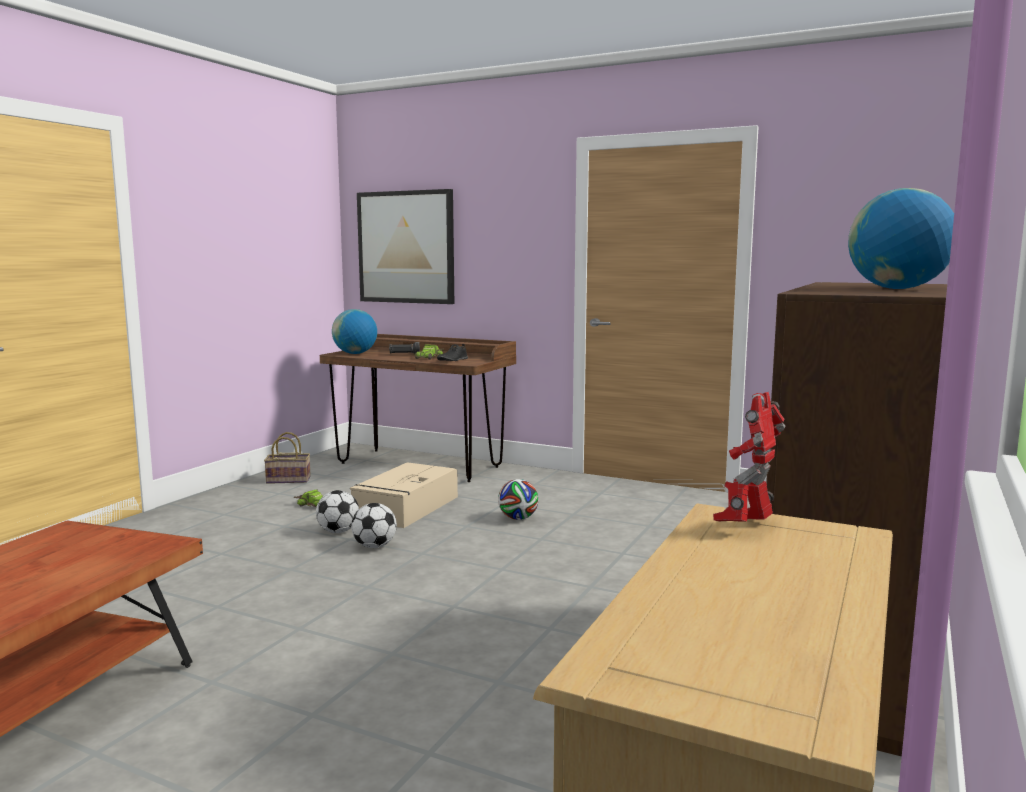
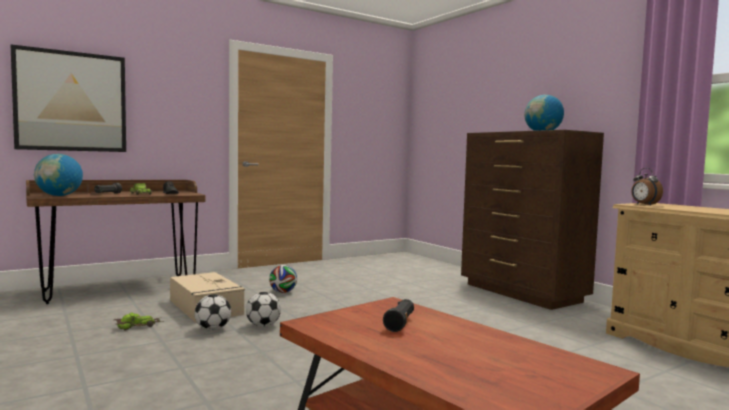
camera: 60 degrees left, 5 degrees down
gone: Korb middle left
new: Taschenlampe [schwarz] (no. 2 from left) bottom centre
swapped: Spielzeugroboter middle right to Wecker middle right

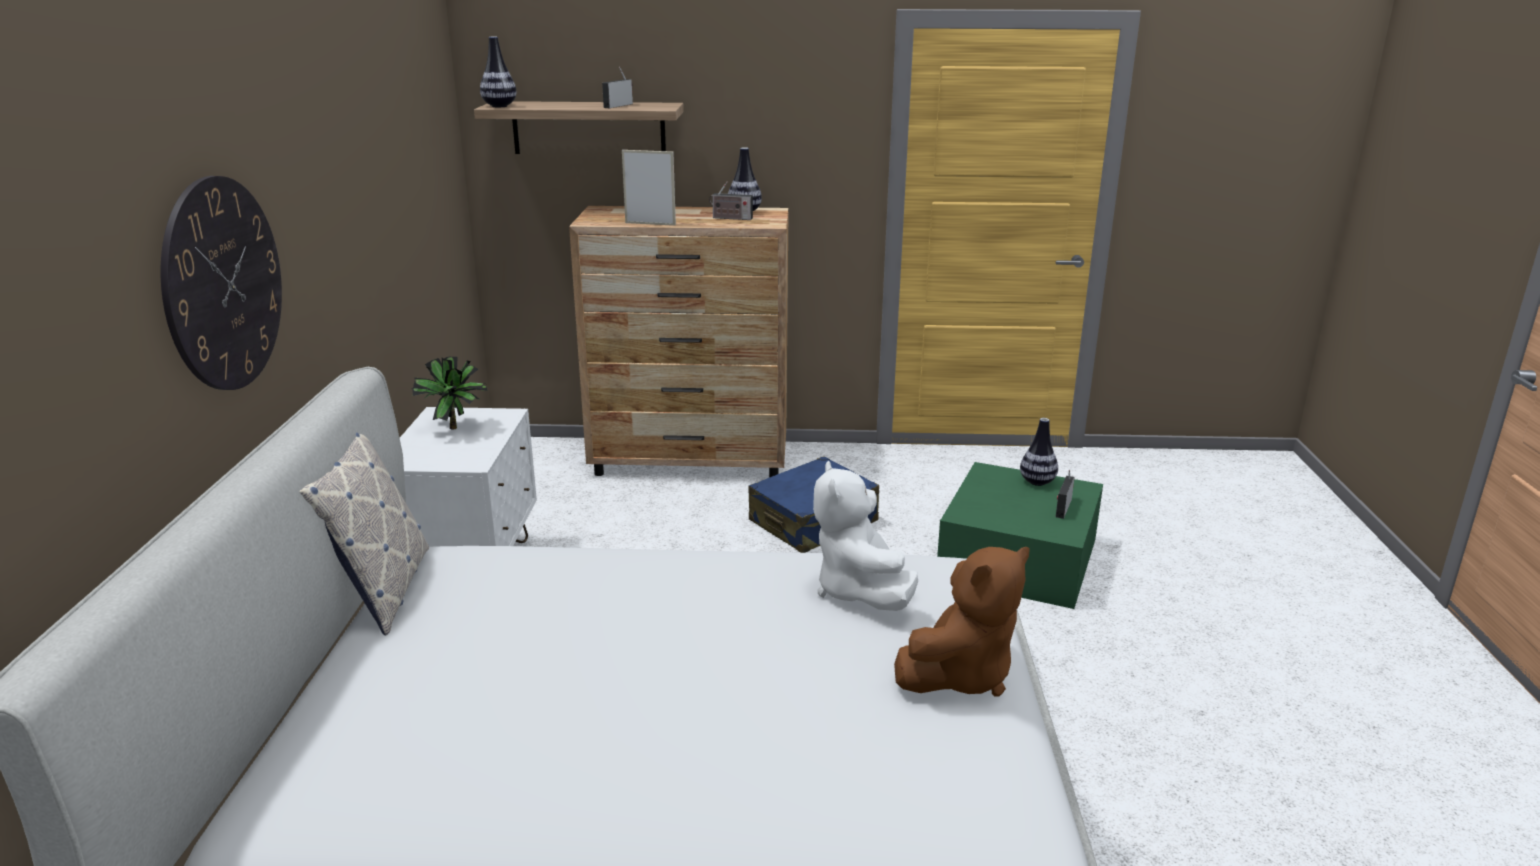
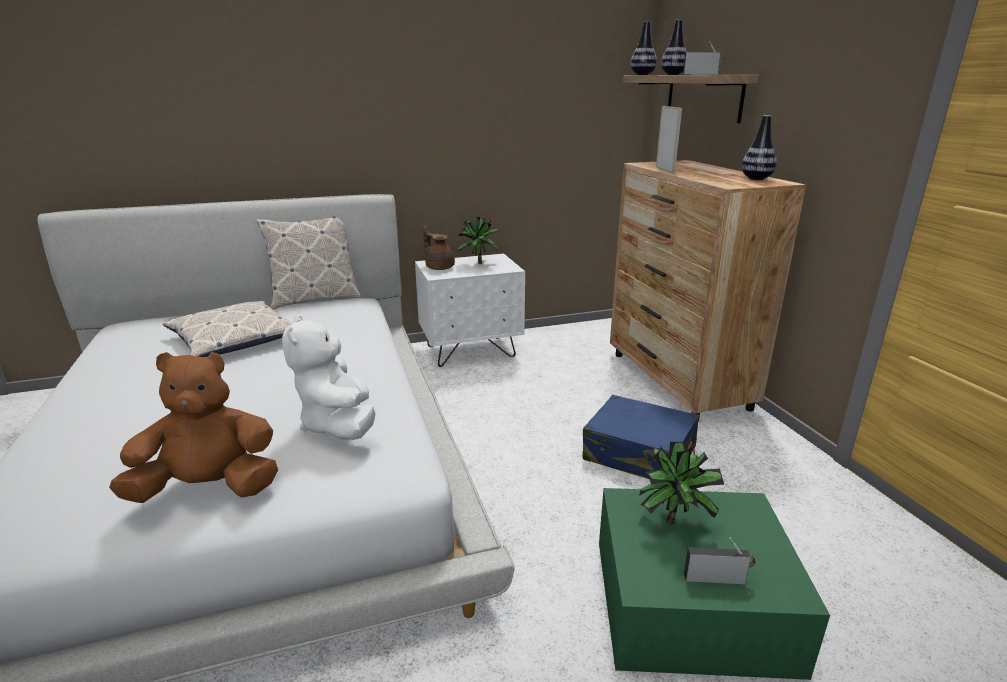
camera: 70 degrees right, 0 degrees up
gone: Wanduhr top left; Radio (no. 2 from left) top centre
new: Kissen (no. 1 from left) middle left; Teekanne [braun] centre; Topfpflanze (no. 2 from left) bottom right
shifted: Vase (no. 3 from left in the first image) middle right to Vase (no. 2 from left) top right
rotated: Plüschtier [weiß] centre = middle left 75 degrees counterclockwise; Plüschtier [braun] bottom centre = middle left 135 degrees clockwise

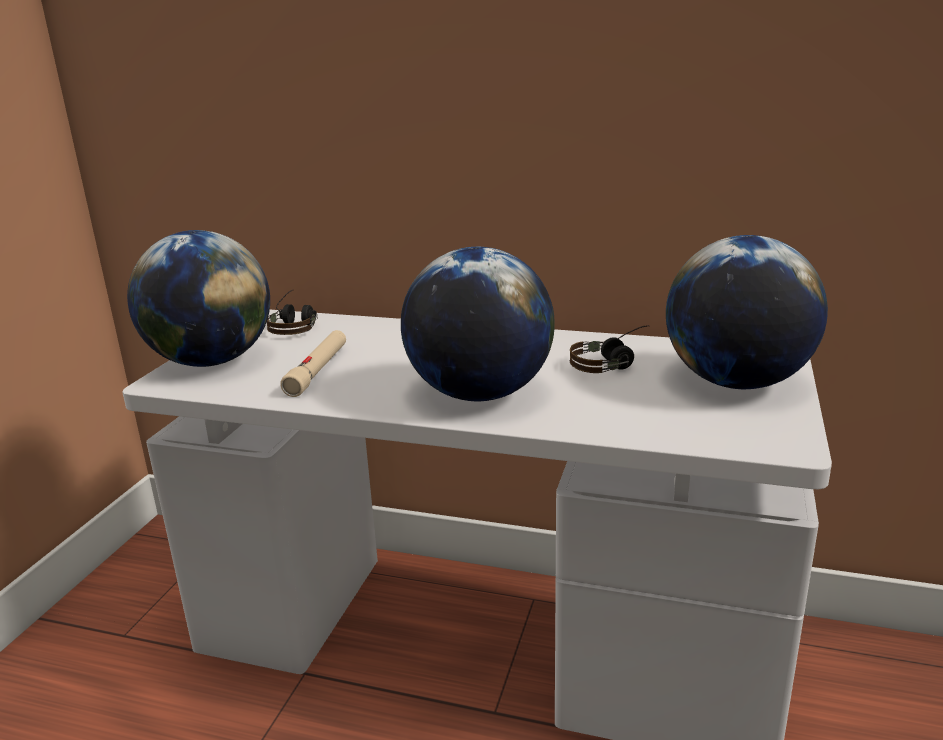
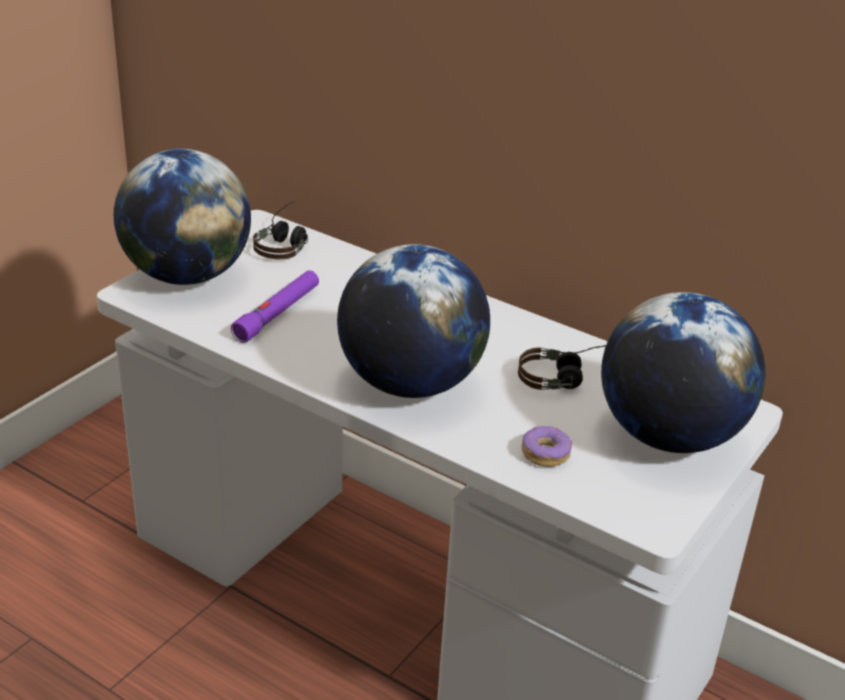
camera: 15 degrees right, 10 degrees up
new: Donut centre
repainted: Taschenlampe [beige] middle left to Taschenlampe [lila] middle left

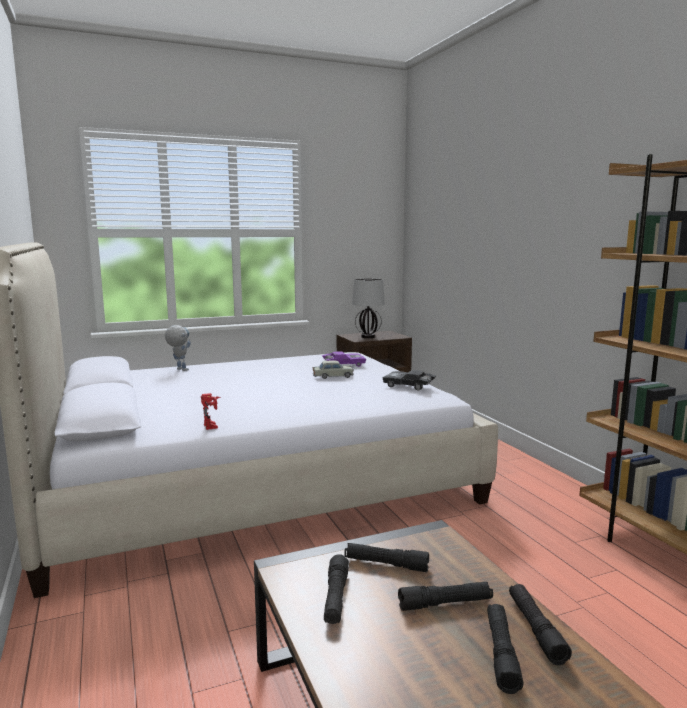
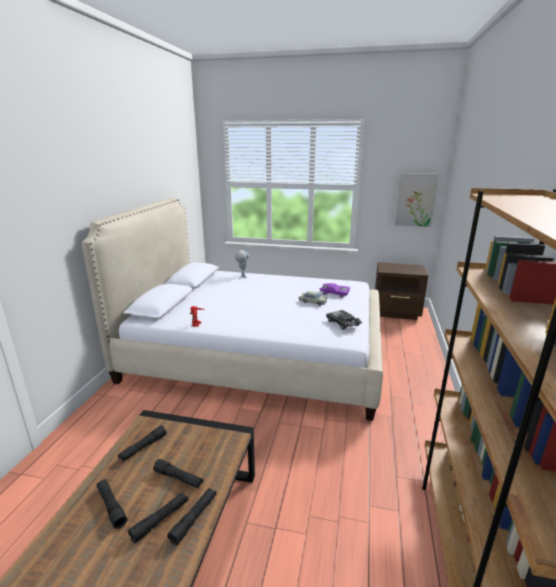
camera: 35 degrees right, 10 degrees up
gone: Tischlampe centre
new: Bild middle right
shifted: Taschenlampe [schwarz] (no. 2 from left in the first image) bottom centre to Taschenlampe [schwarz] (no. 1 from left) bottom left

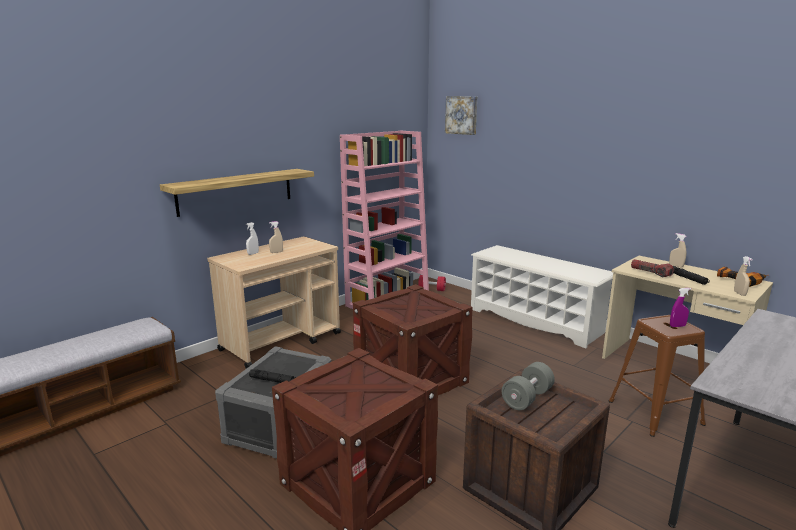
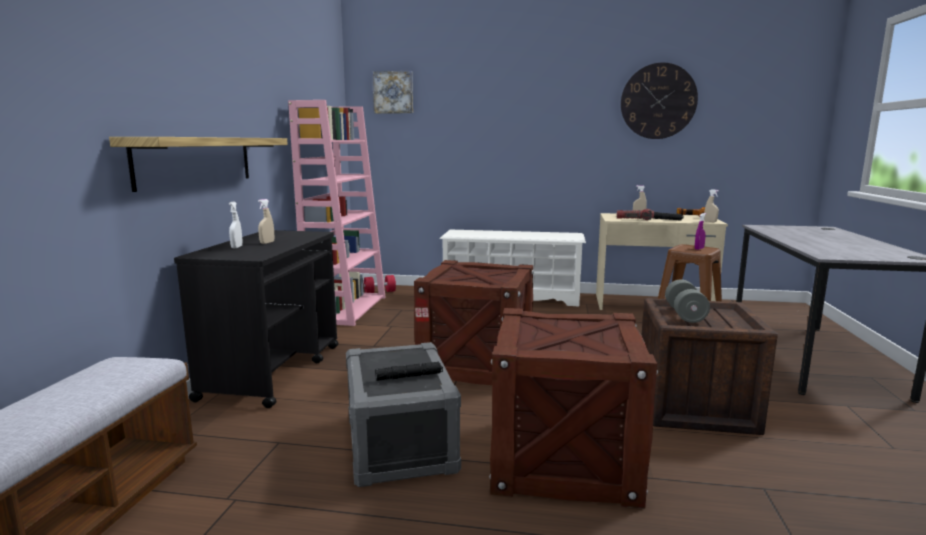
camera: 35 degrees left, 5 degrees down
new: Wanduhr top right
repainted: Rollwagen [beige] centre to Rollwagen [schwarz] middle left

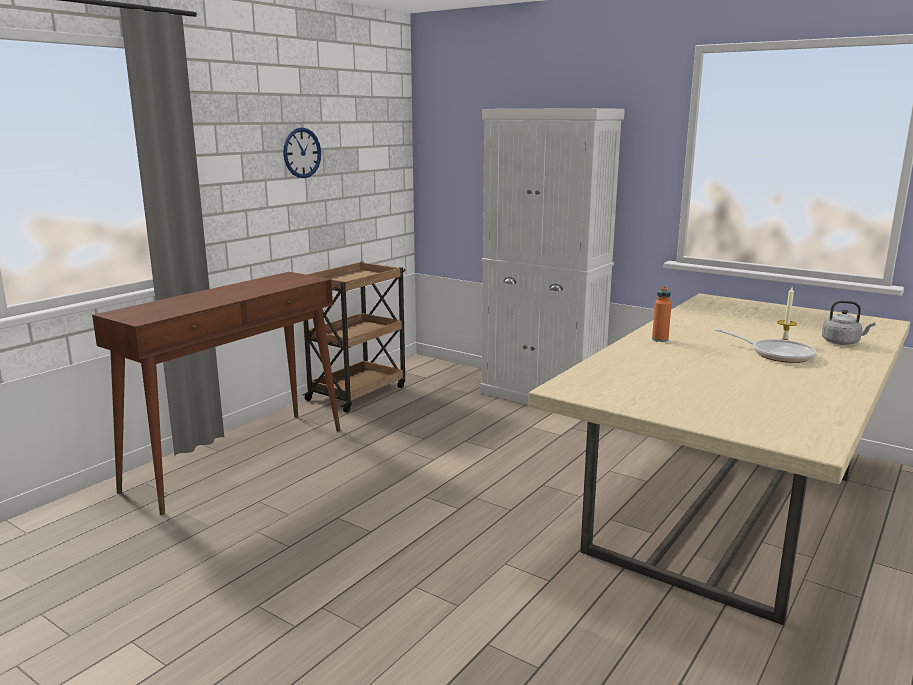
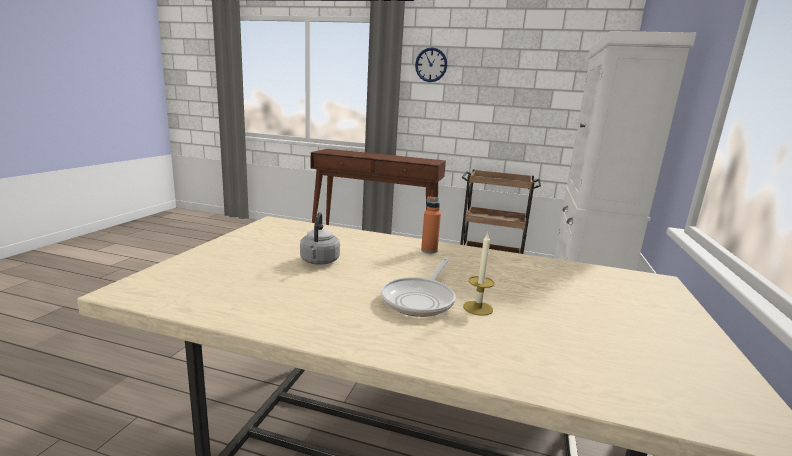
camera: 70 degrees right, 0 degrees up
shifted: Wanduhr top left to top centre; Wasserkessel [grau] middle right to centre

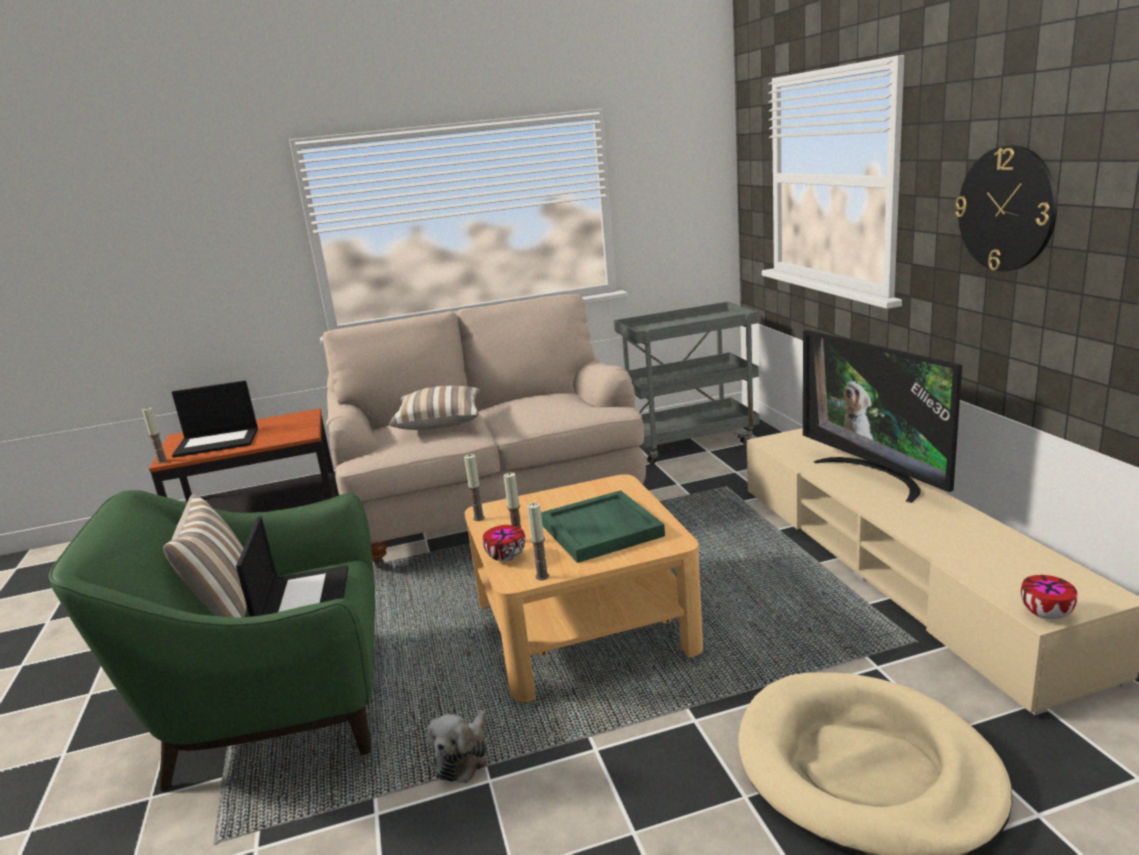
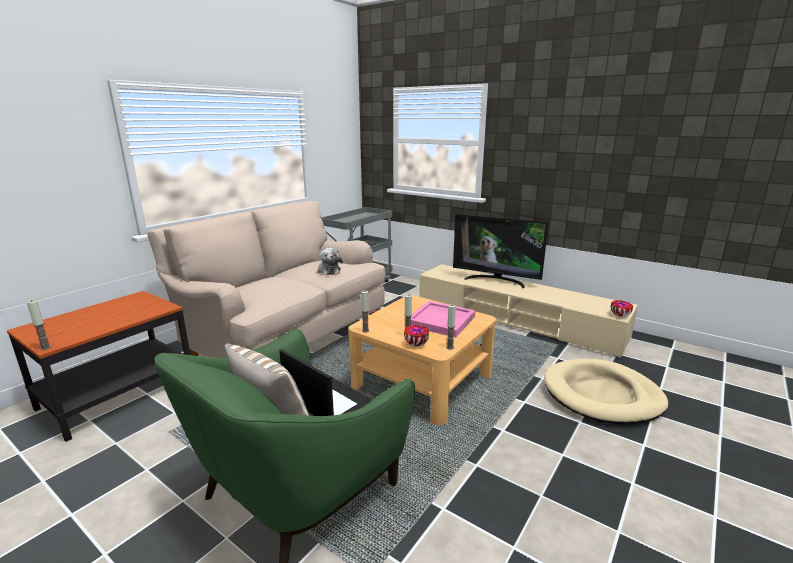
camera: 40 degrees left, 0 degrees up
gone: Laptop (no. 1 from left) middle left; Kissen (no. 2 from left) centre; Wanduhr top right
shifted: Plüschtier bottom centre to centre
repainted: Tablett [grün] centre to Tablett [rosa] centre

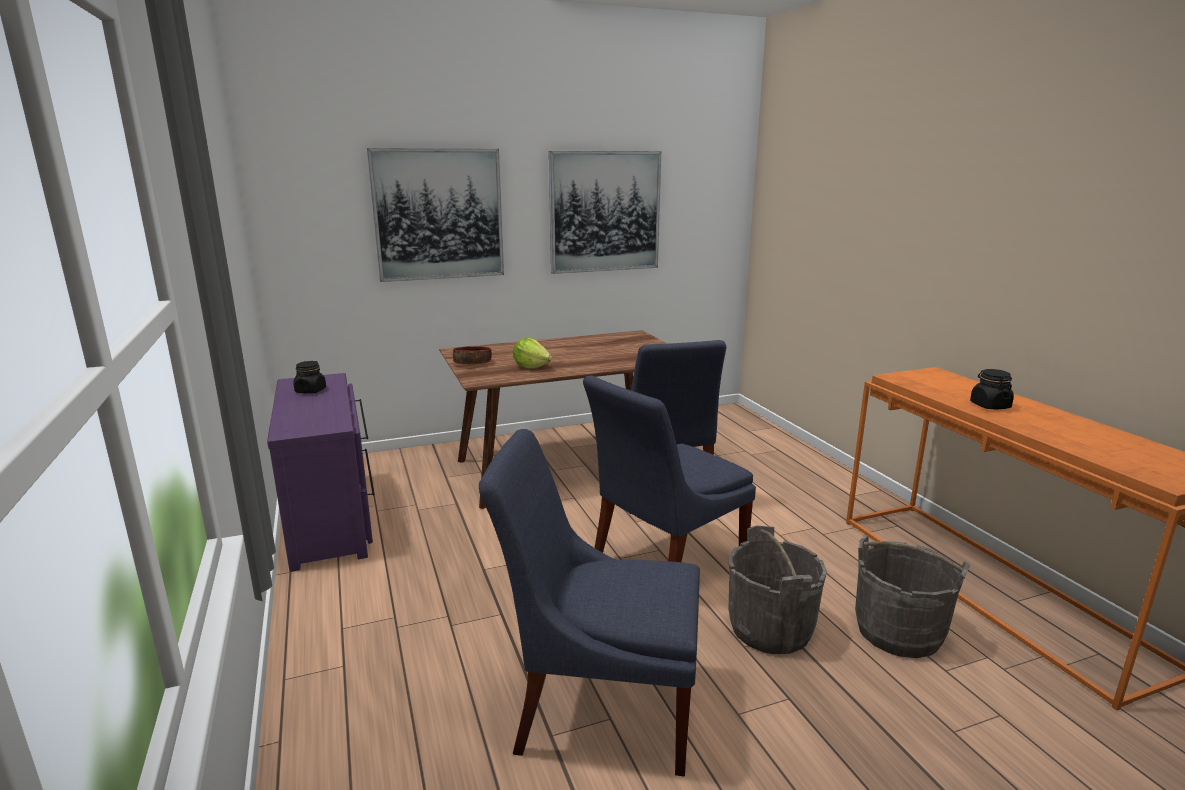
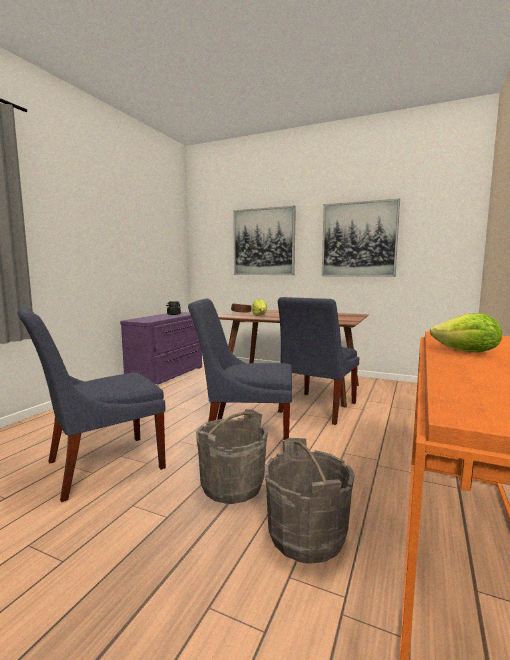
camera: 45 degrees right, 10 degrees down
swapped: Vorratsglas [schwarz] (no. 2 from left) middle right to Salatkopf (no. 2 from left) middle right
rotated: Stuhl [blau] (no. 1 from left) bottom centre = middle left 90 degrees counterclockwise

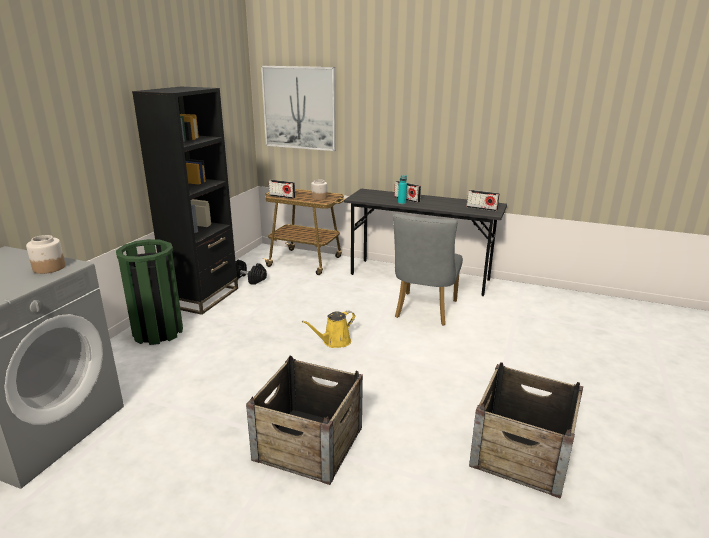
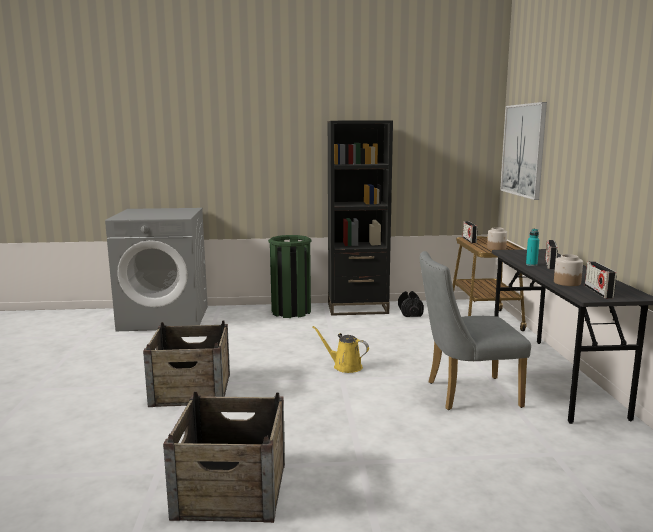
camera: 65 degrees right, 10 degrees down
shifted: Vorratsglas (no. 1 from left in the first image) middle left to Vorratsglas (no. 2 from left) middle right

